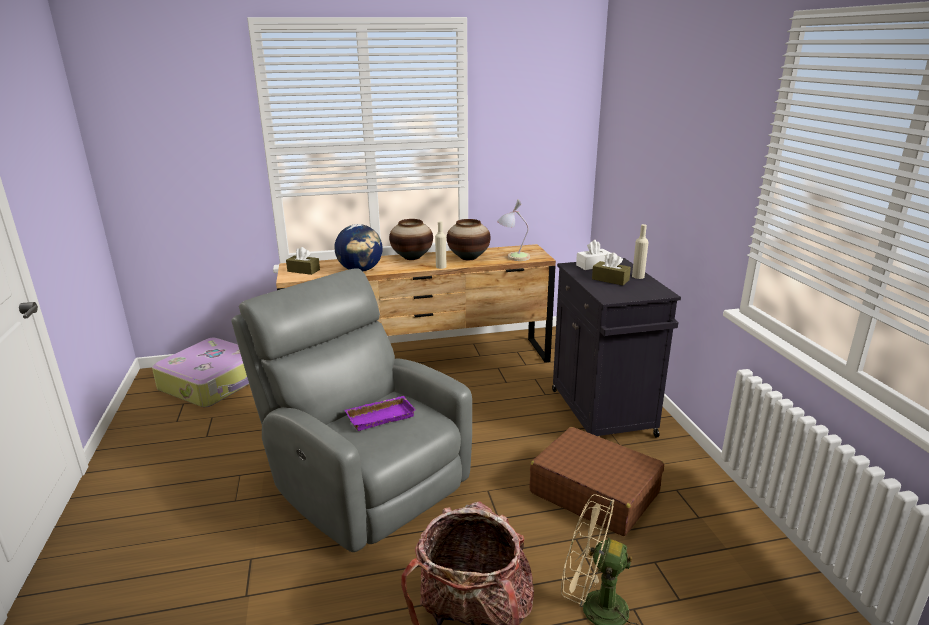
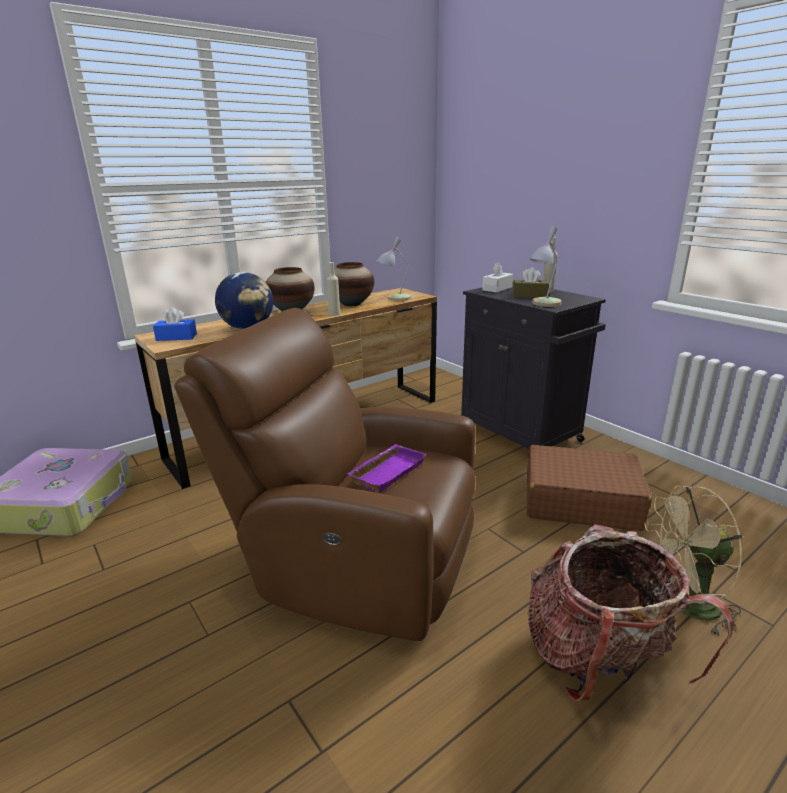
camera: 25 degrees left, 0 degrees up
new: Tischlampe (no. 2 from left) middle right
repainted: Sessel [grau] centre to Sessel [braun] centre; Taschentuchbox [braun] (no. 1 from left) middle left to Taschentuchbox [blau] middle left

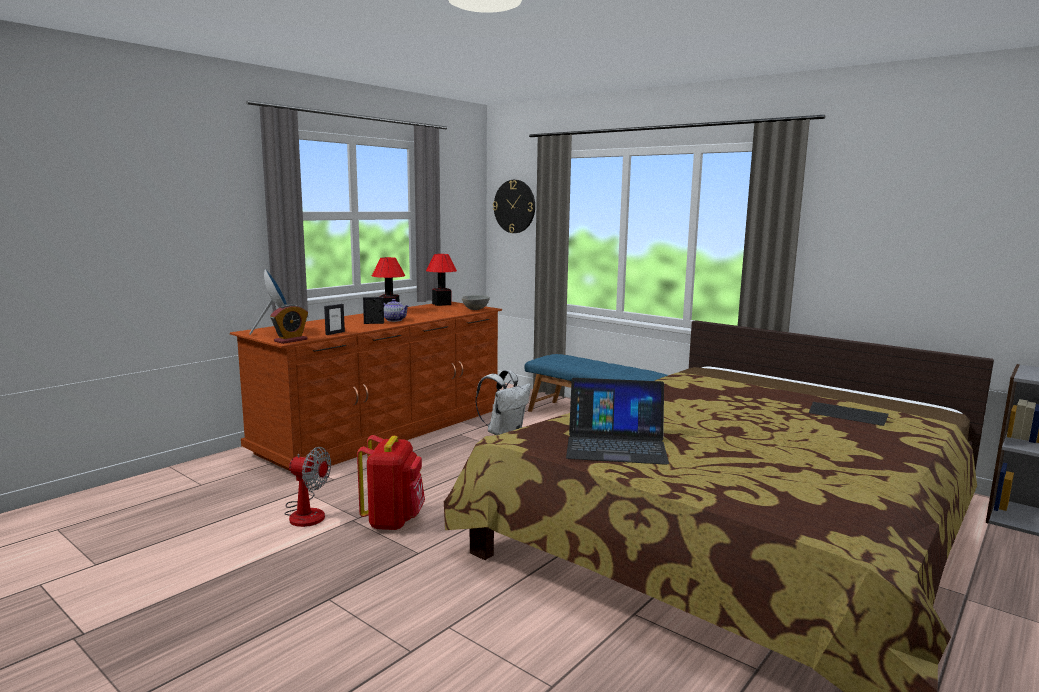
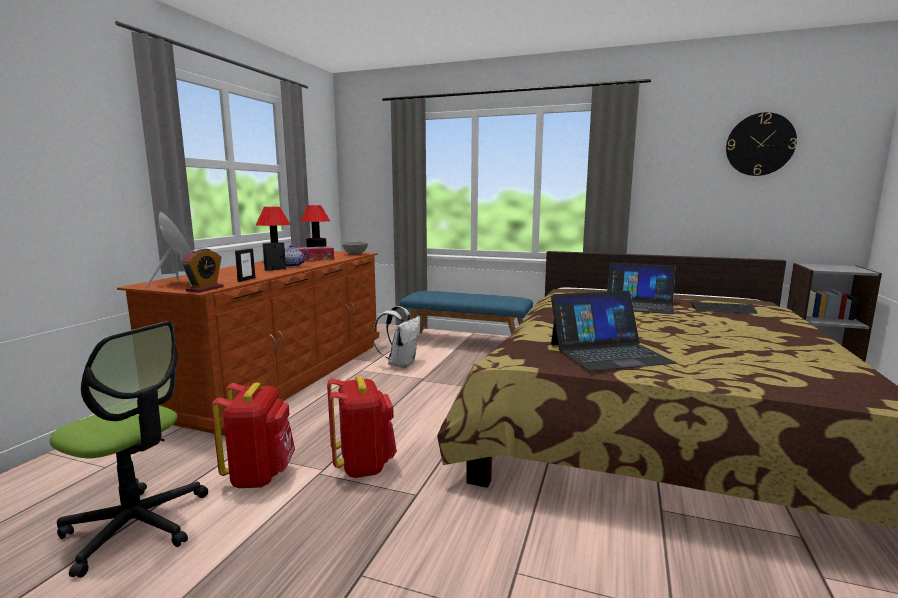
camera: 20 degrees left, 0 degrees up
new: Bürostuhl bottom left; Taschentuchbox centre; Laptop (no. 2 from left) middle right
shifted: Wanduhr top centre to top right
swapped: Ventilator bottom left to Rucksack [rot] (no. 1 from left) bottom left

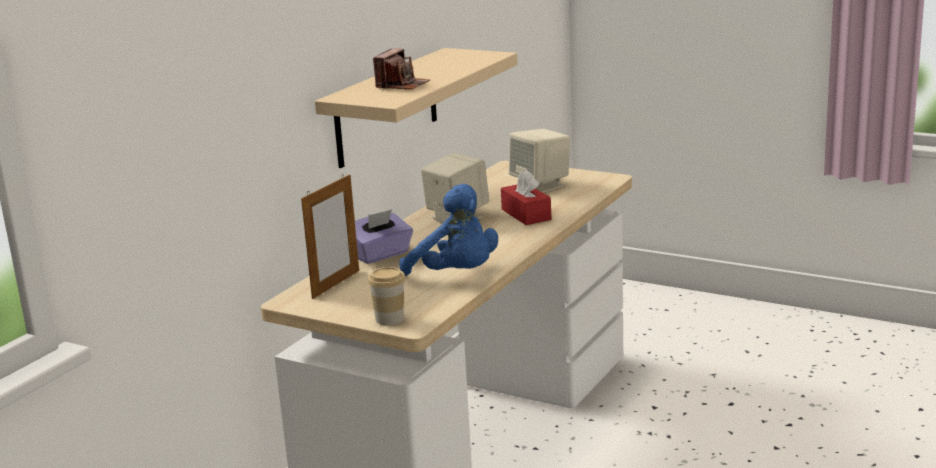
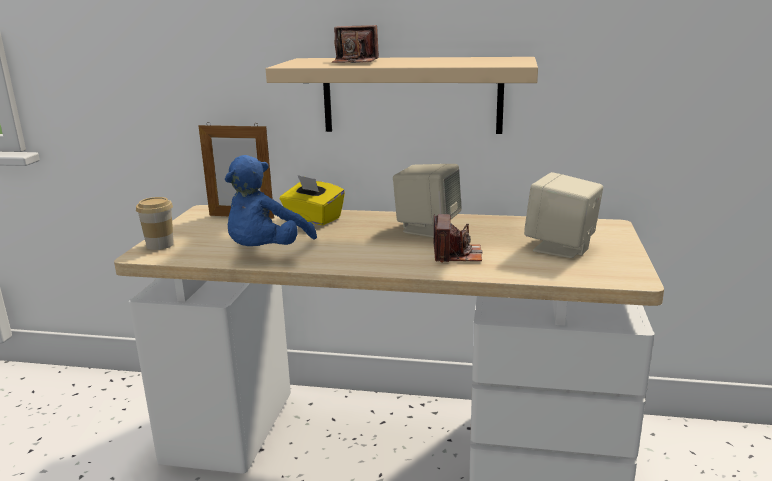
camera: 70 degrees right, 0 degrees up
swapped: Taschentuchbox [rot] centre to Kamera (no. 2 from left) centre
repainted: Taschentuchbox [lila] centre to Taschentuchbox [gelb] centre

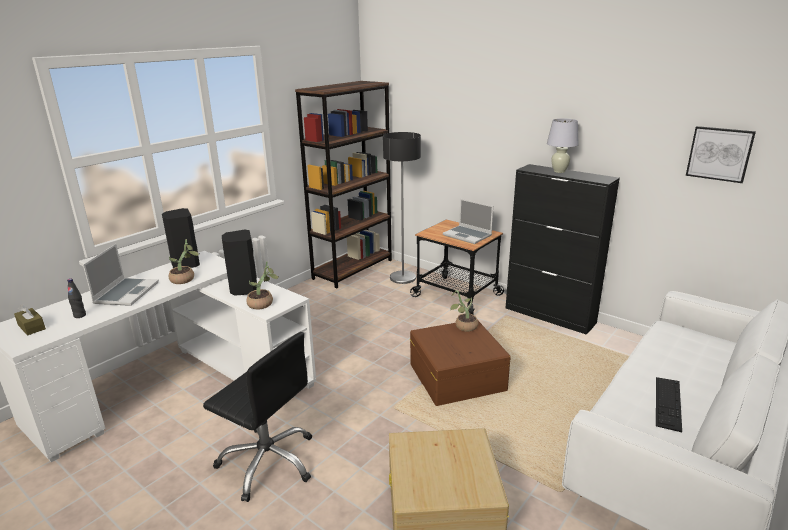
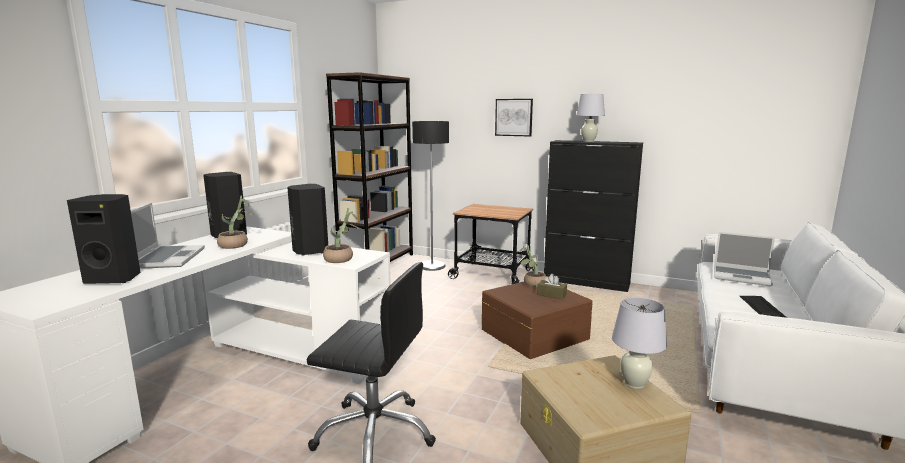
camera: 15 degrees left, 10 degrees down
new: Tischlampe [weiß] (no. 2 from left) bottom right
shifted: Taschentuchbox [braun] middle left to centre; Laptop (no. 2 from left) centre to middle right; Bild top right to top centre
swapped: Flasche [schwarz] middle left to Lautsprecher [schwarz] (no. 1 from left) middle left

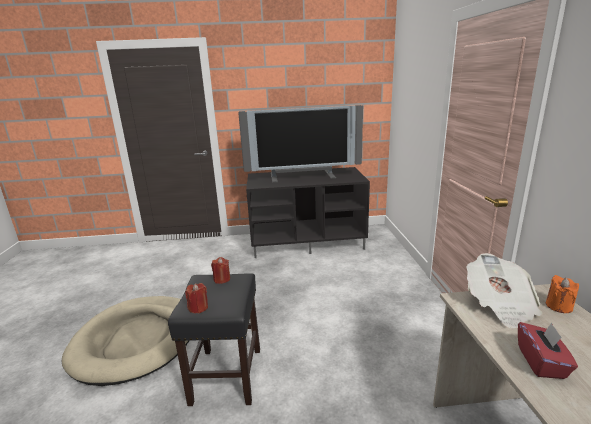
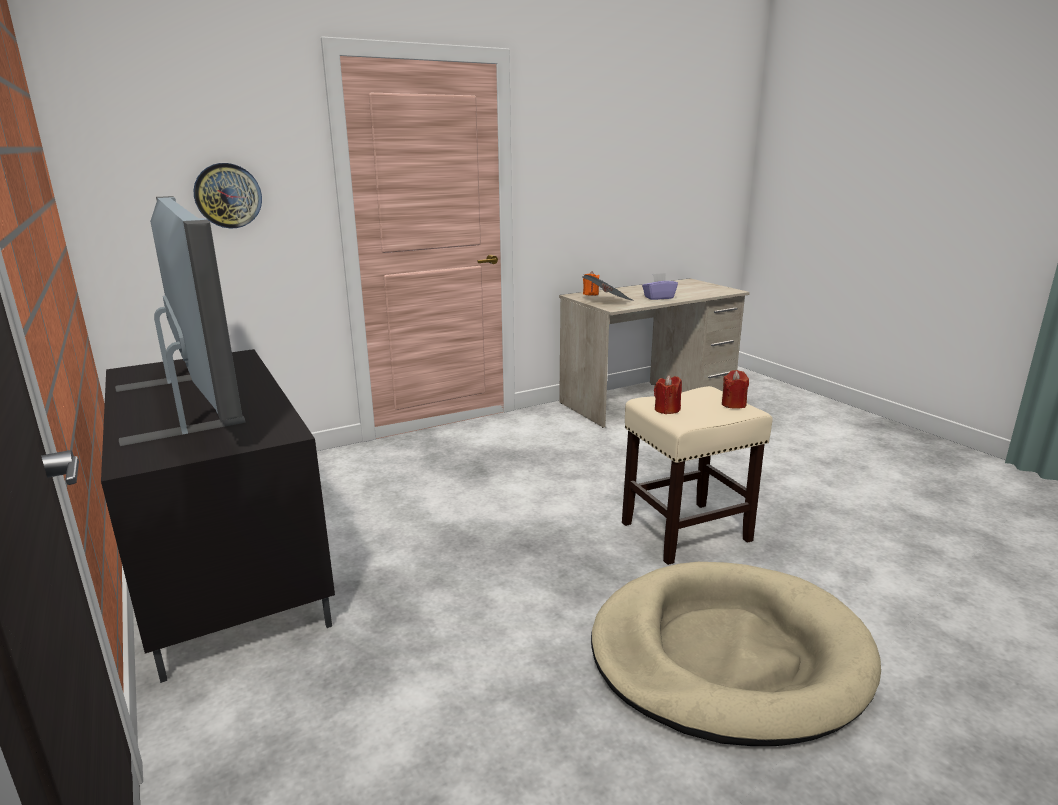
camera: 115 degrees left, 0 degrees up
new: Wanduhr top left
repainted: Hocker [schwarz] bottom centre to Hocker [beige] centre; Taschentuchbox [rot] bottom right to Taschentuchbox [lila] centre

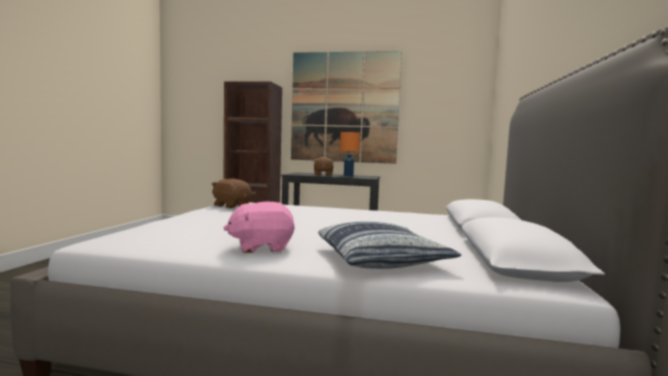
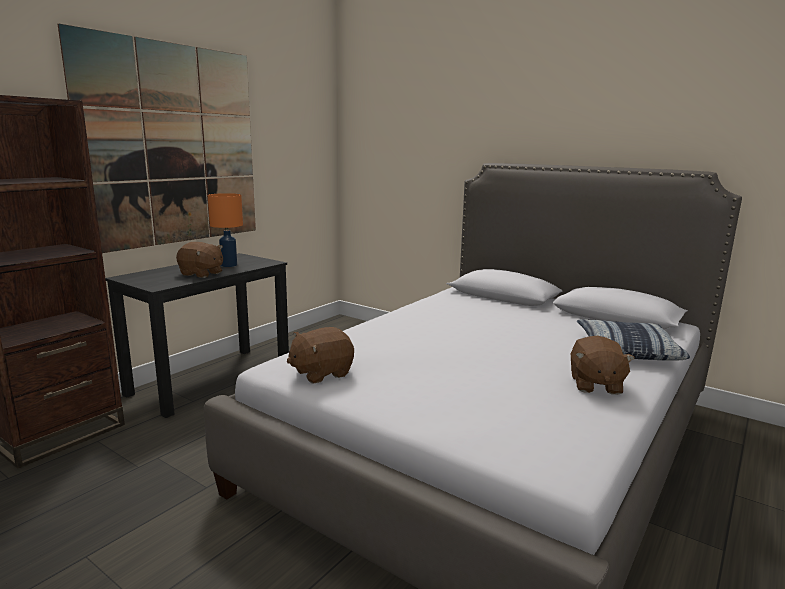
camera: 65 degrees left, 10 degrees up
repainted: Plüschtier [rosa] centre to Plüschtier [braun] (no. 3 from left) middle right

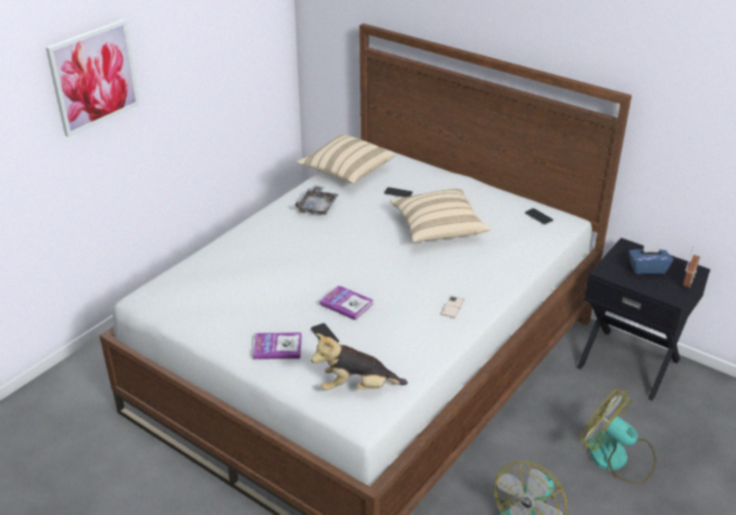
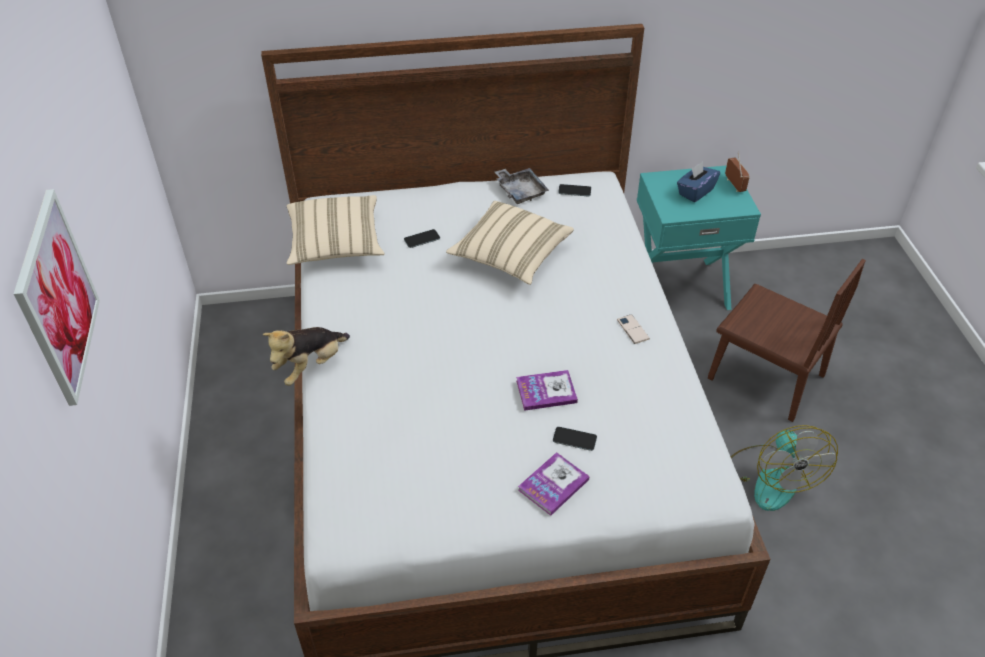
camera: 45 degrees left, 10 degrees up
shifted: Tablett [grau] centre to top centre; Plüschtier bottom centre to middle left
swapped: Ventilator (no. 2 from left) bottom right to Stuhl [braun] middle right
repainted: Nachttisch [schwarz] middle right to Nachttisch [türkis] middle right

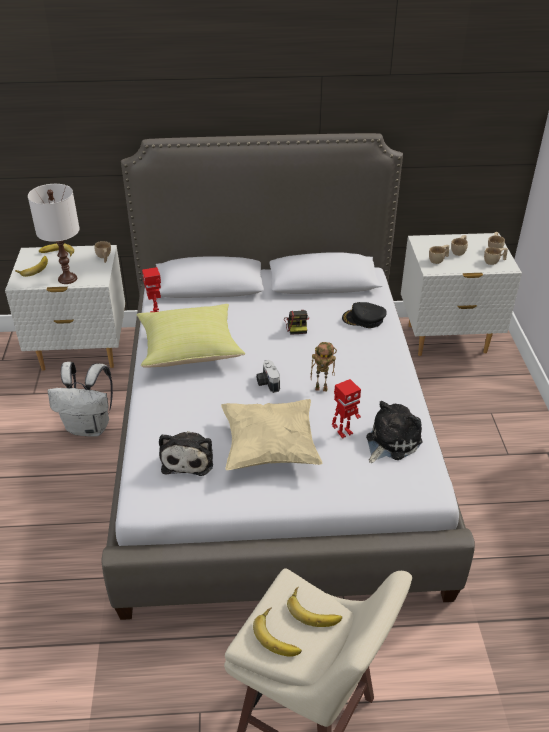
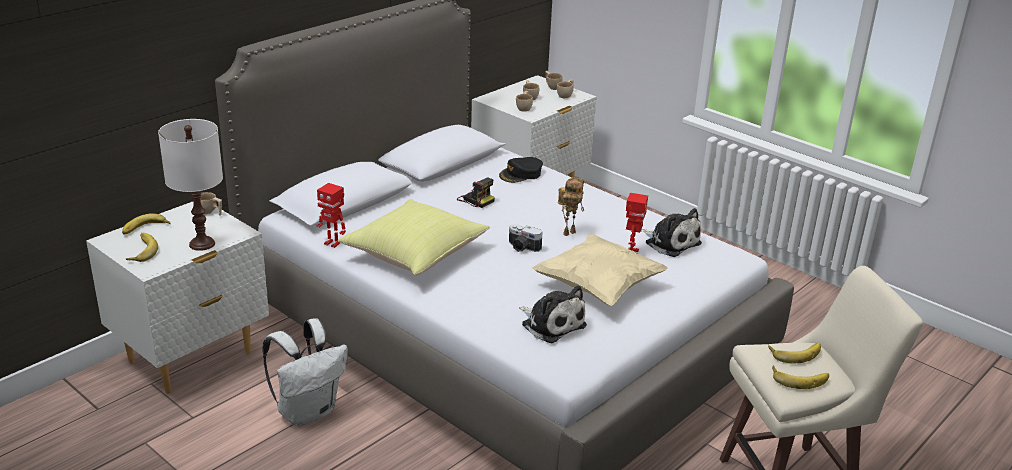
camera: 45 degrees left, 10 degrees down
rotated: Plüschtier (no. 2 from left) middle right = centre 135 degrees clockwise

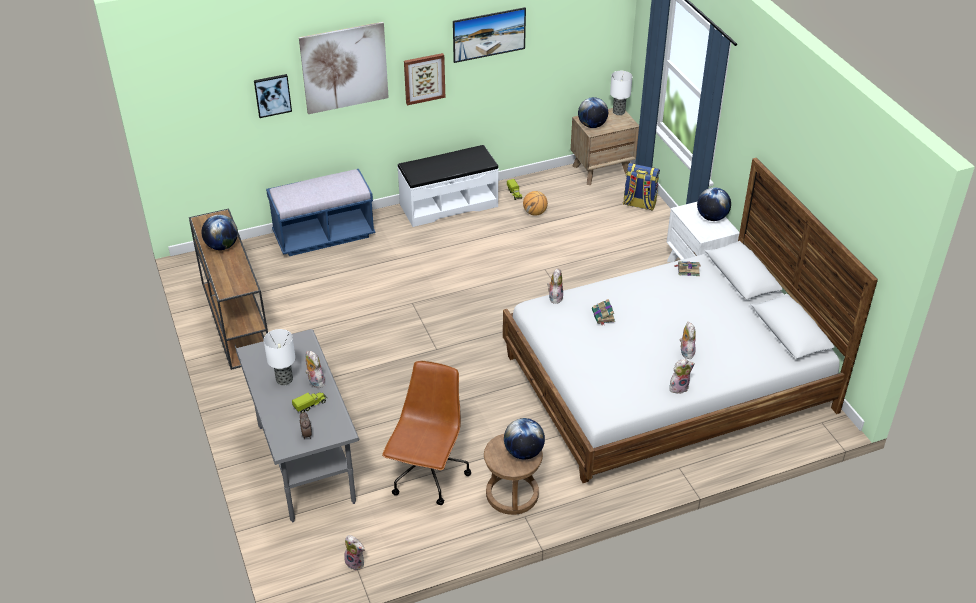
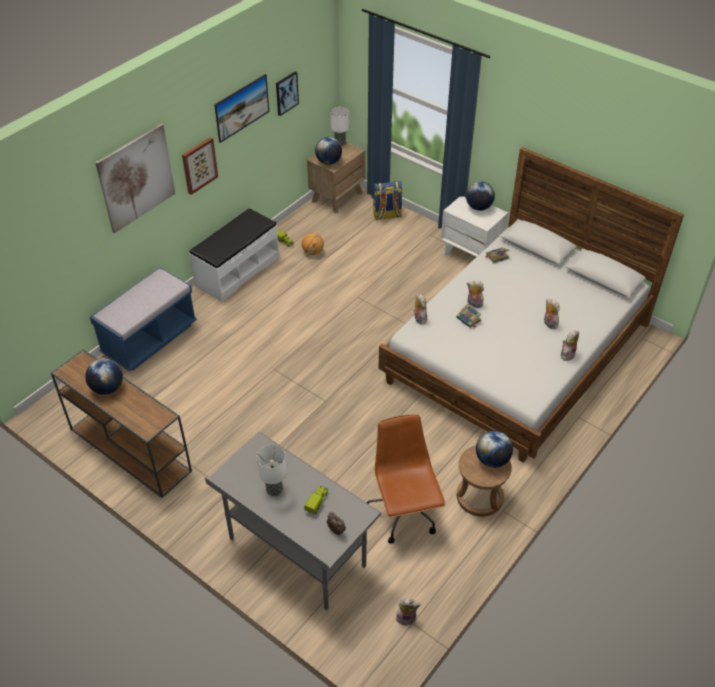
camera: 30 degrees left, 5 degrees up
shifted: Bild (no. 1 from left in the first image) top left to Bild (no. 4 from left) top centre; Plüschtier (no. 1 from left in the first image) middle left to Plüschtier (no. 3 from left) centre

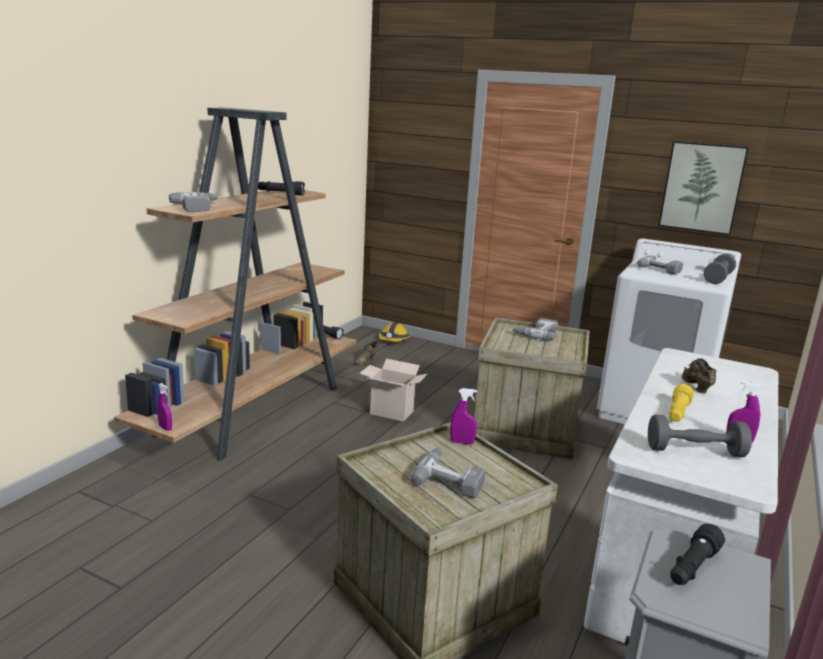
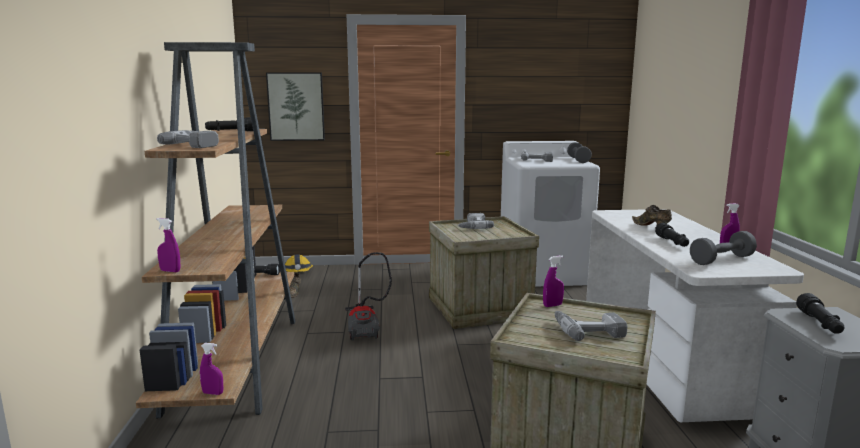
camera: 30 degrees left, 5 degrees down
new: Sprühflasche [lila] (no. 1 from left) middle left
shifted: Bild top right to top centre
swapped: Karton centre to Staubsauger centre
repainted: Taschenlampe [gelb] middle right to Taschenlampe [schwarz] (no. 3 from left) middle right

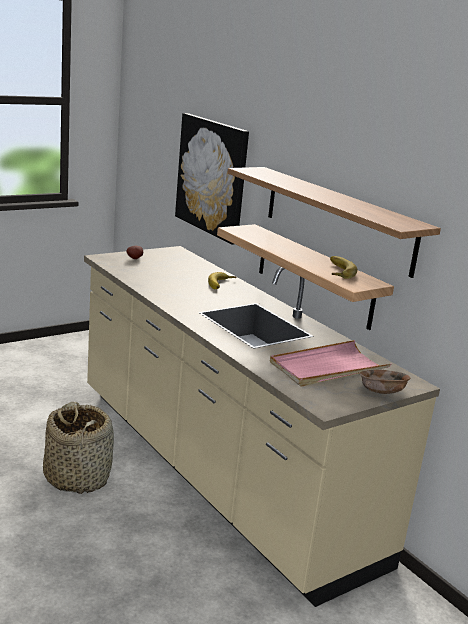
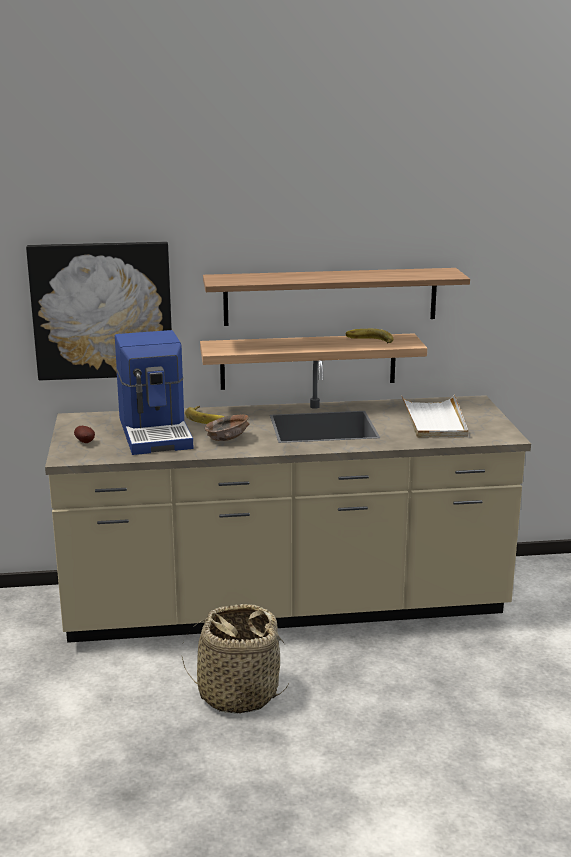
camera: 60 degrees left, 0 degrees up
new: Kaffeemaschine middle left
shifted: Schüssel [braun] middle right to centre
repainted: Tablett [rosa] middle right to Tablett [weiß] middle right

